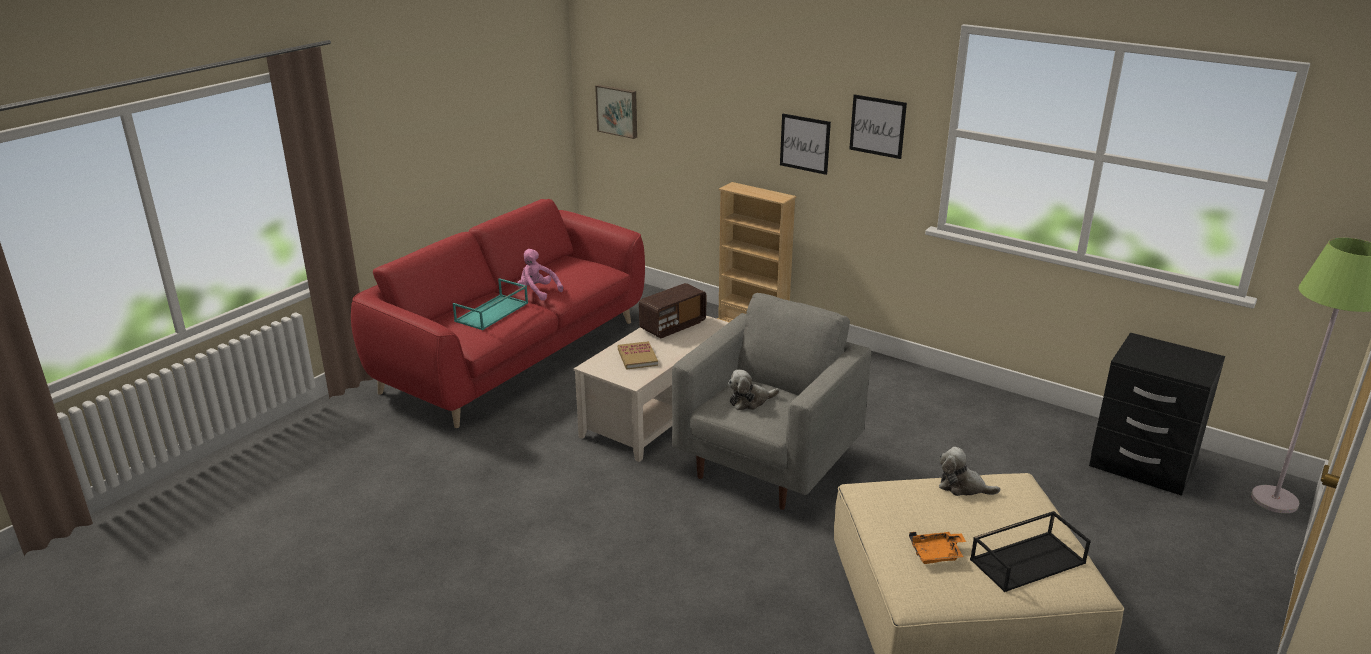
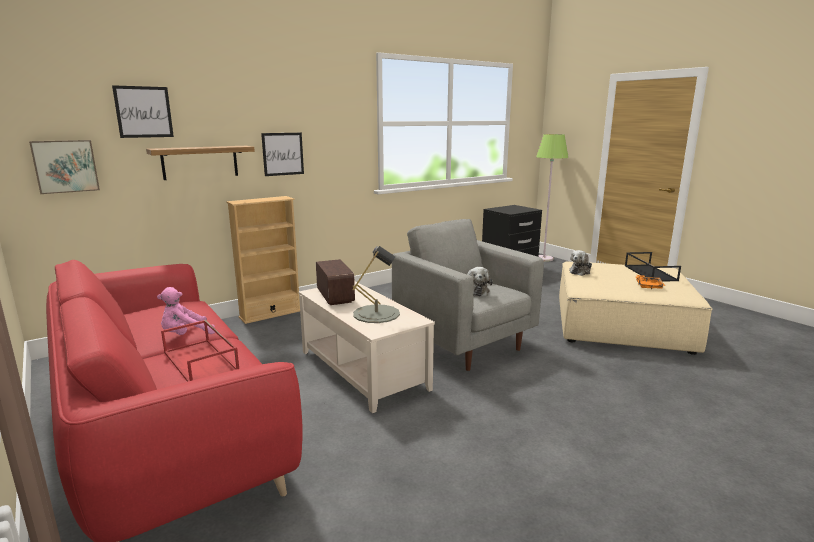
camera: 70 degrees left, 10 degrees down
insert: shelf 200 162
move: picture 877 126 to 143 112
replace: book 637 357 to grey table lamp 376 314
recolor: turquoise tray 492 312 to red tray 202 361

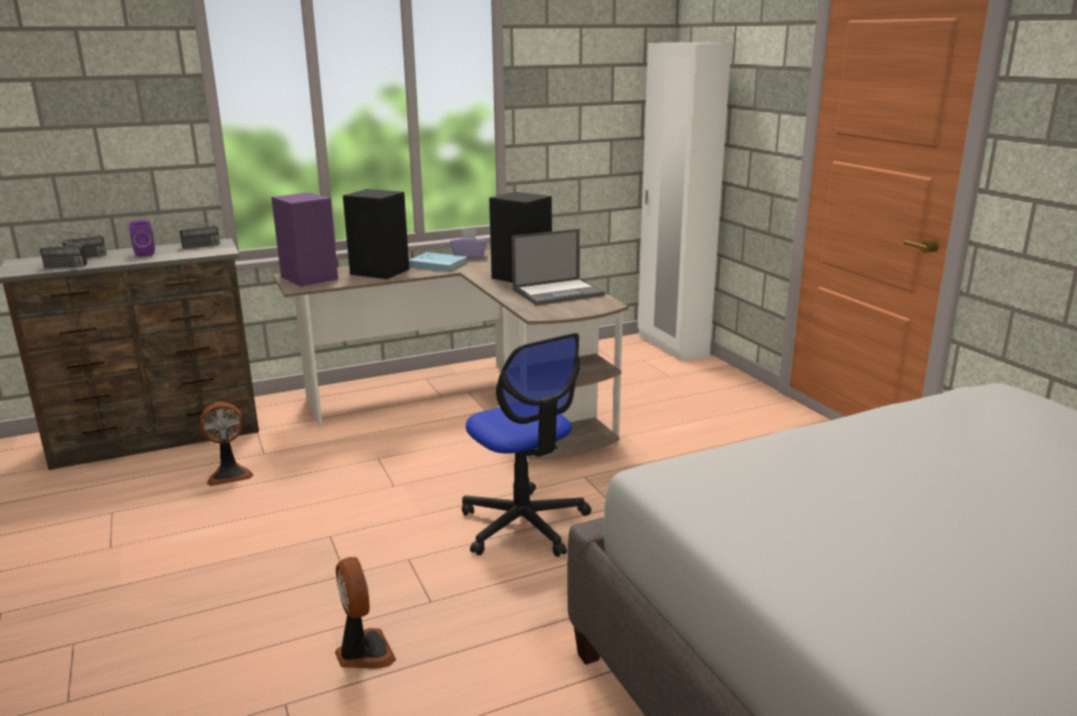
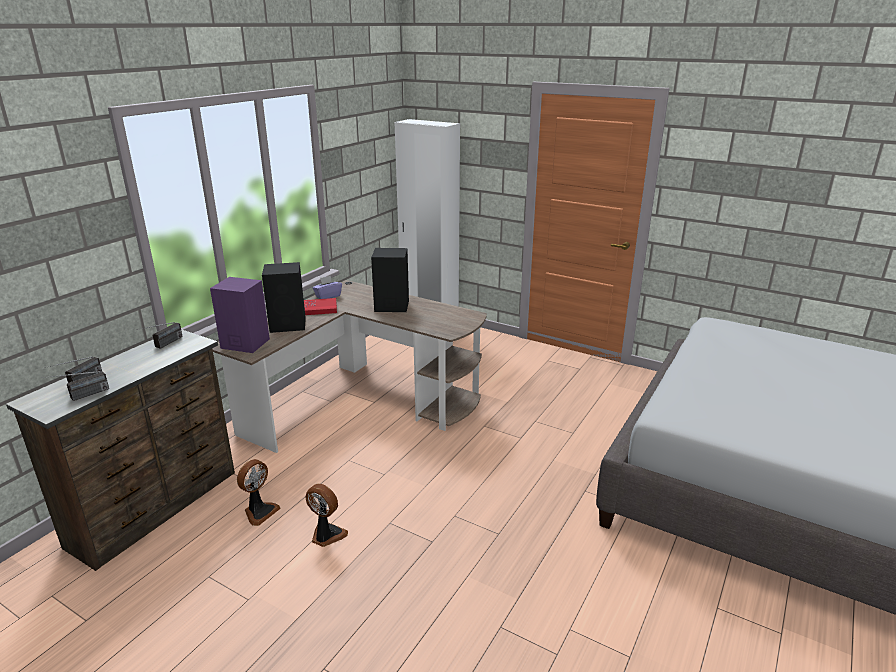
camera: 35 degrees left, 5 degrees up
delete: purple speaker 145 253; laptop 559 292; office chair 524 524
move: fan 363 652 to 326 535
recolor: blue book 438 265 to red book 318 308

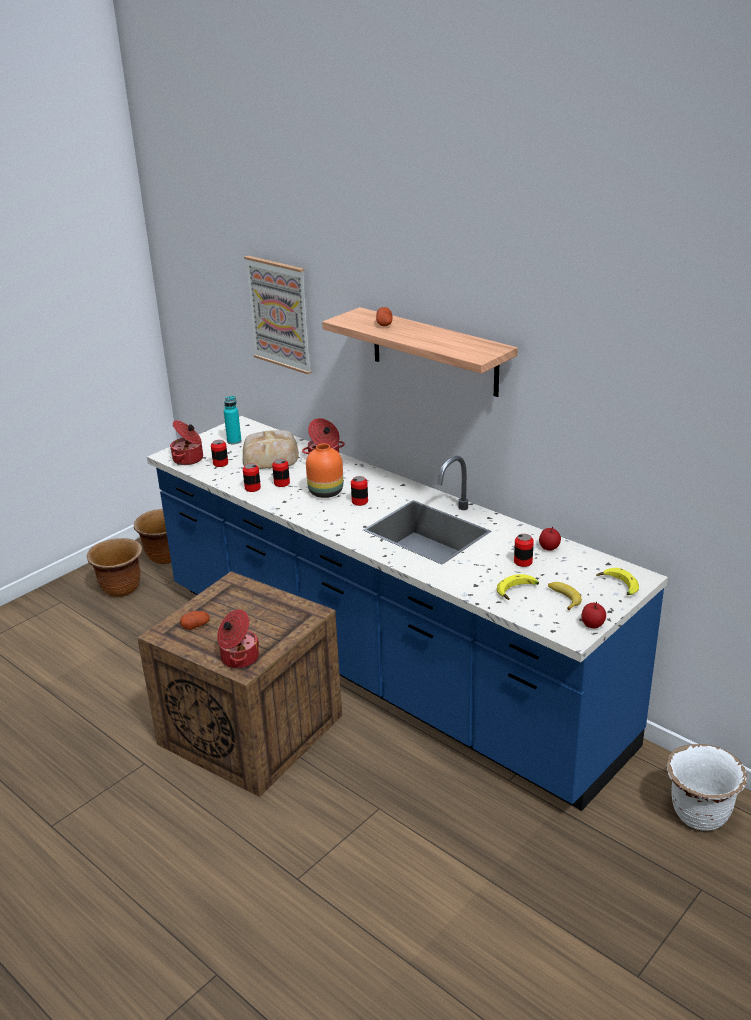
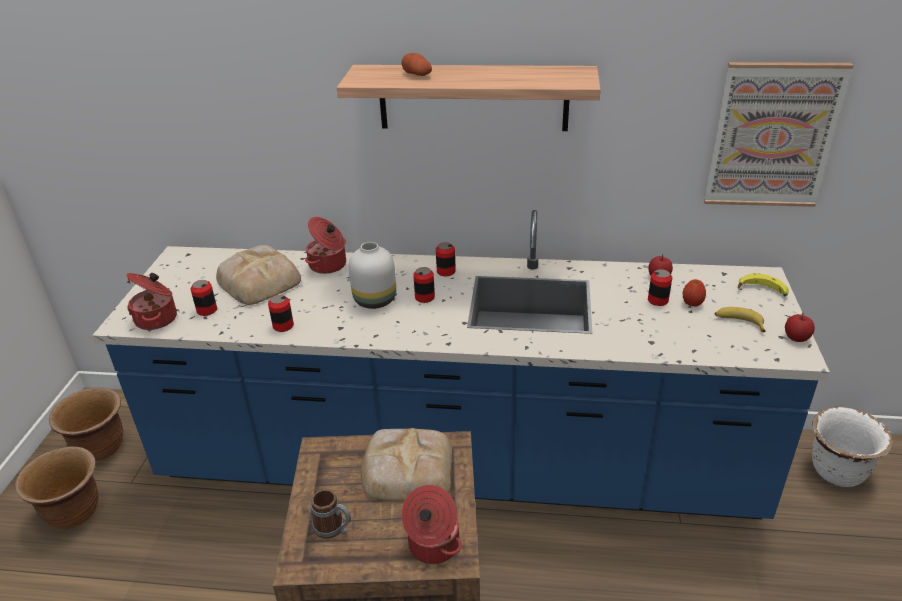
camera: 35 degrees left, 5 degrees up
delete: turquoise bottle 234 441; banana 518 592
insert: apple 692 304; bread 406 469
move: picture 279 314 to 772 136; can 282 483 to 446 271
replace: potato 196 625 to mug 334 529
recolor: orange vase 327 492 to white vase 376 299

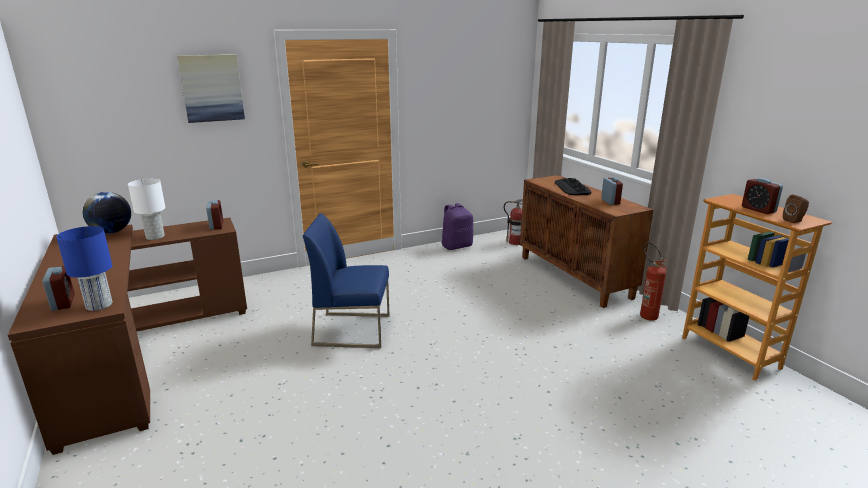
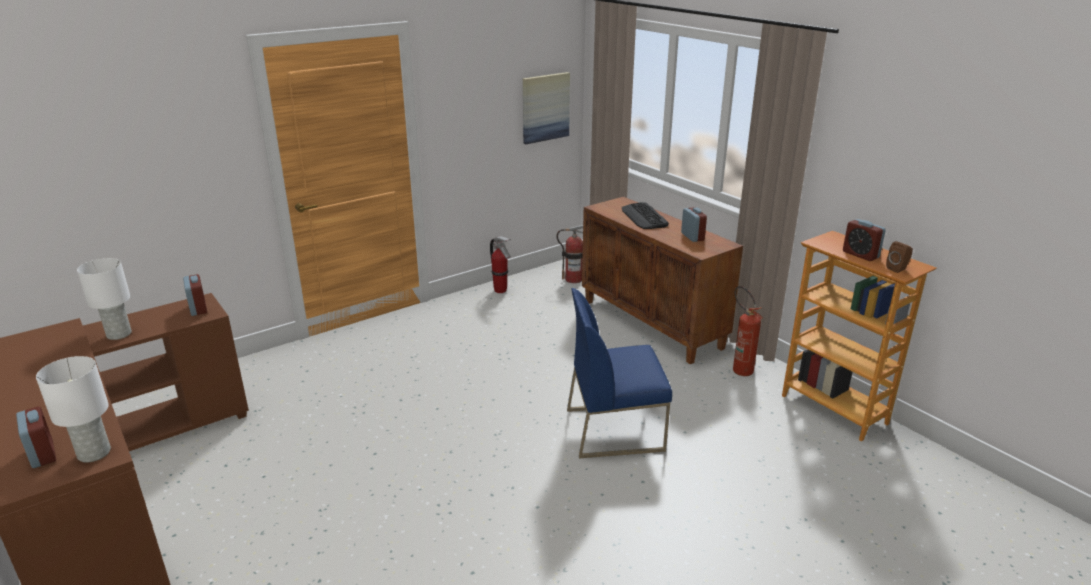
camera: 10 degrees left, 5 degrees up
delete: globe 112 232
move: picture 212 88 to 545 107; blue chair 353 329 to 615 429
replace: purple backpack 456 246 to fire extinguisher 500 290
recolor: blue table lamp 98 305 to white table lamp 93 453

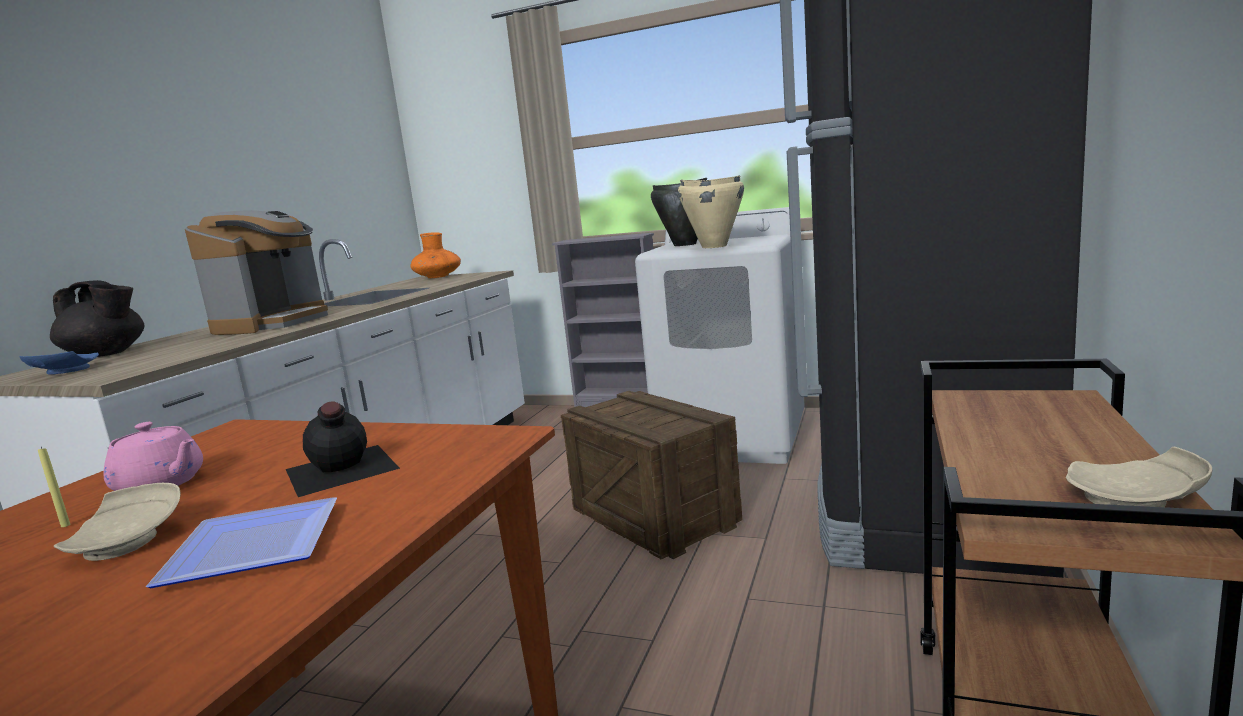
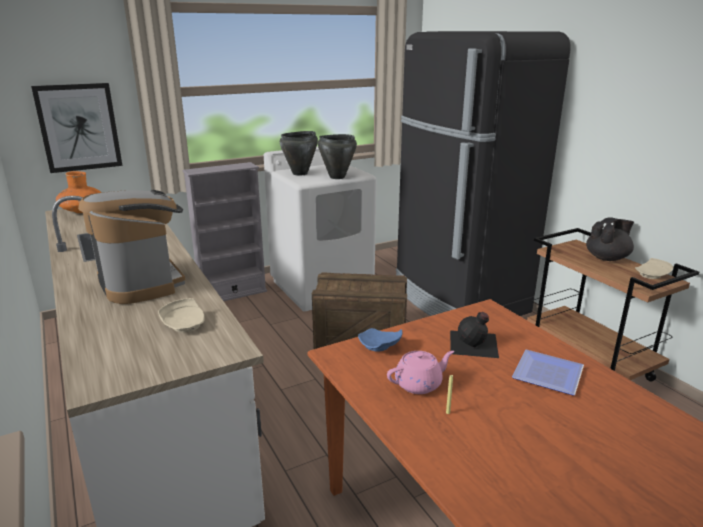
camera: 50 degrees left, 10 degrees up
insert: picture 79 127
move: black teapot 106 354 to 607 258; blue plate 65 372 to 379 346; beige plate 129 541 to 185 324
recolor: beige cooking pot 714 246 to black cooking pot 337 177

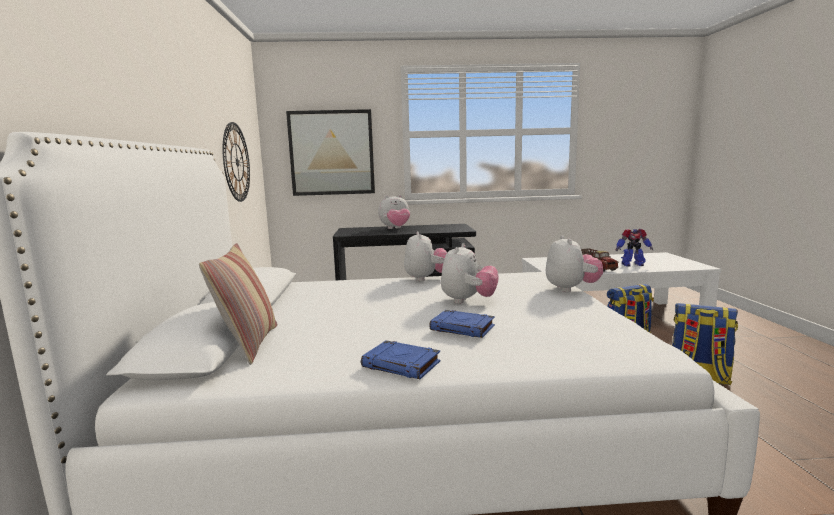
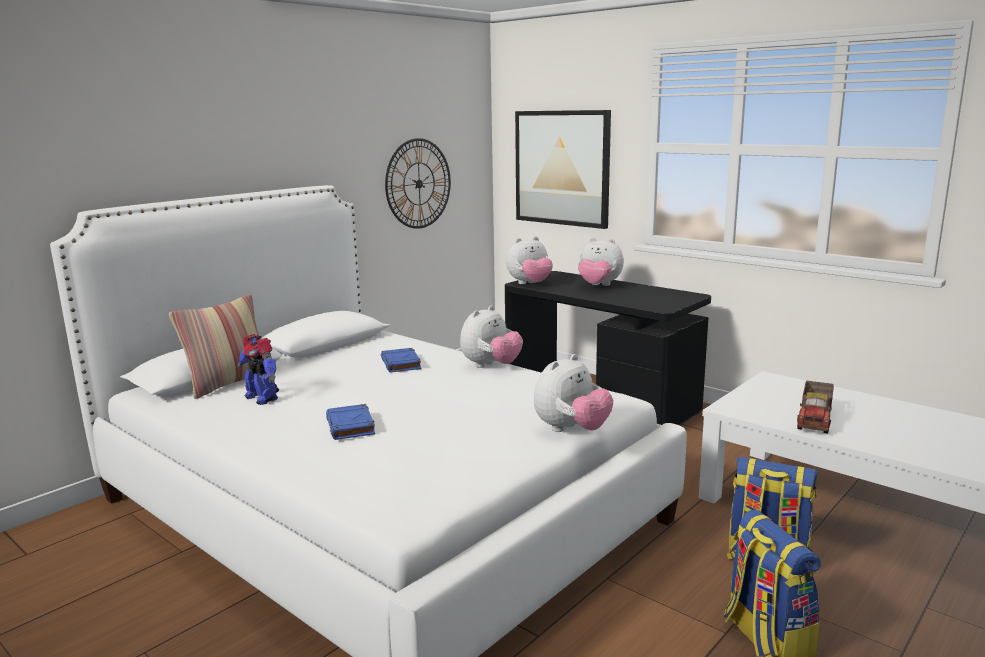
camera: 45 degrees right, 5 degrees up
move: toy robot 632 264 to 262 398; plush toy 468 301 to 530 284; blue book 402 364 to 401 364

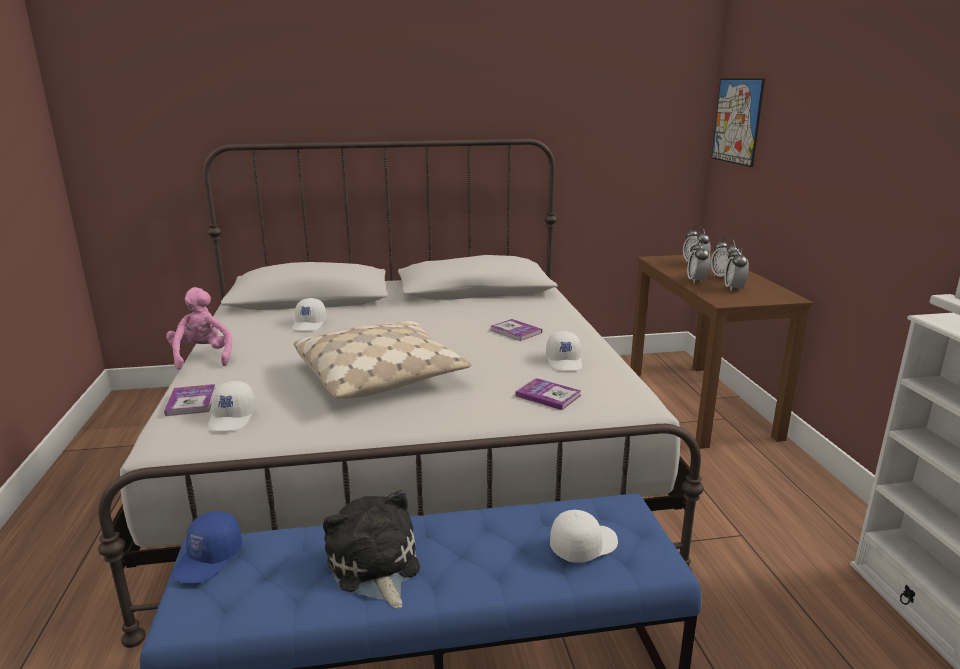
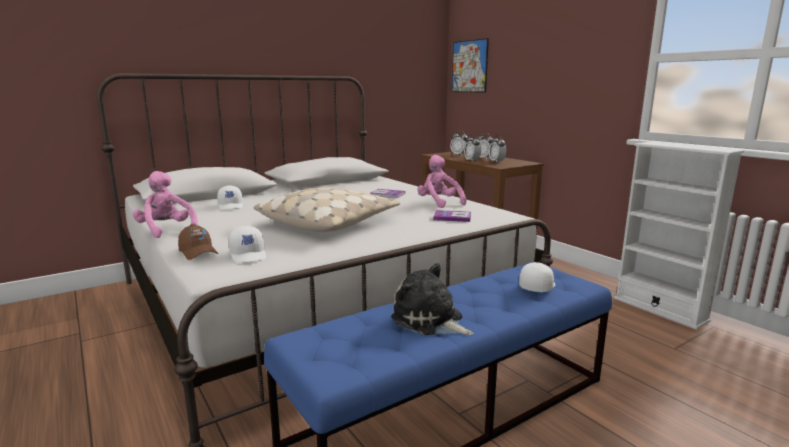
camera: 25 degrees left, 5 degrees down
delete: blue cap 209 559
replace: white cap 565 362 to pink plush toy 439 203; book 191 402 to brown cap 198 252

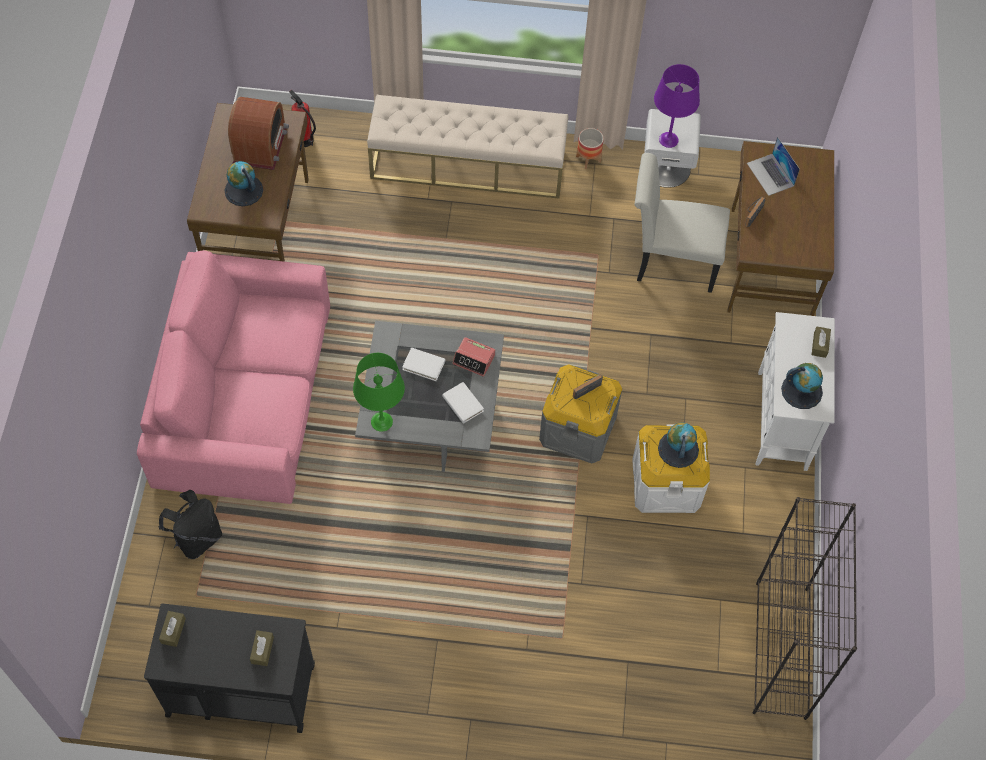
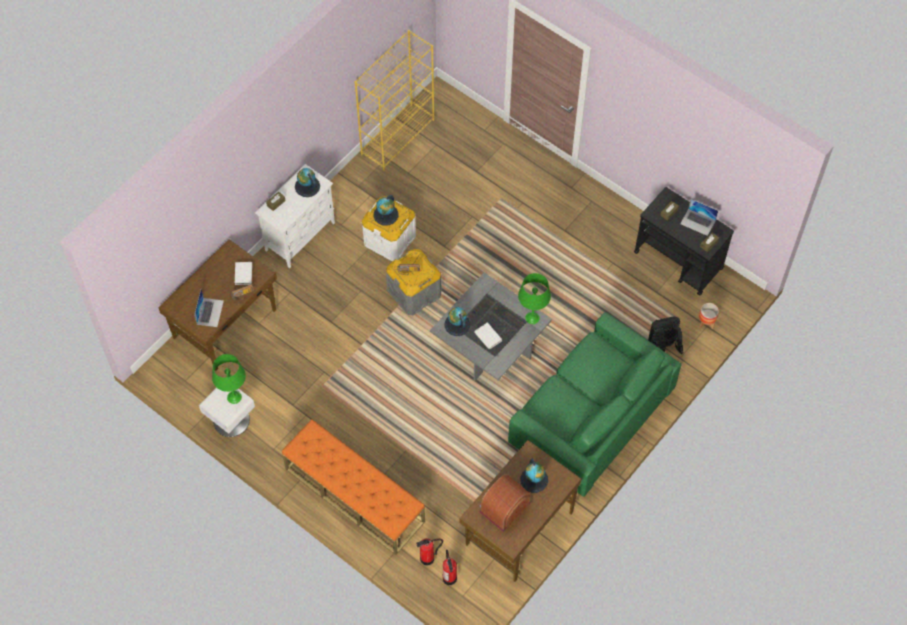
camera: 145 degrees left, 0 degrees up
delete: white chair 670 261
insert: laptop 698 222; fire extinguisher 427 558
move: planter 588 159 to 706 322; white book 462 404 to 243 274
replace: alarm clock 474 359 to globe 457 324
recolor: purple table lamp 668 139 to green table lamp 234 397; beige bench 468 164 to orange bench 354 495; pink sofa 246 396 to green sofa 591 415; black bookcase 781 650 to yellow bookcase 398 136

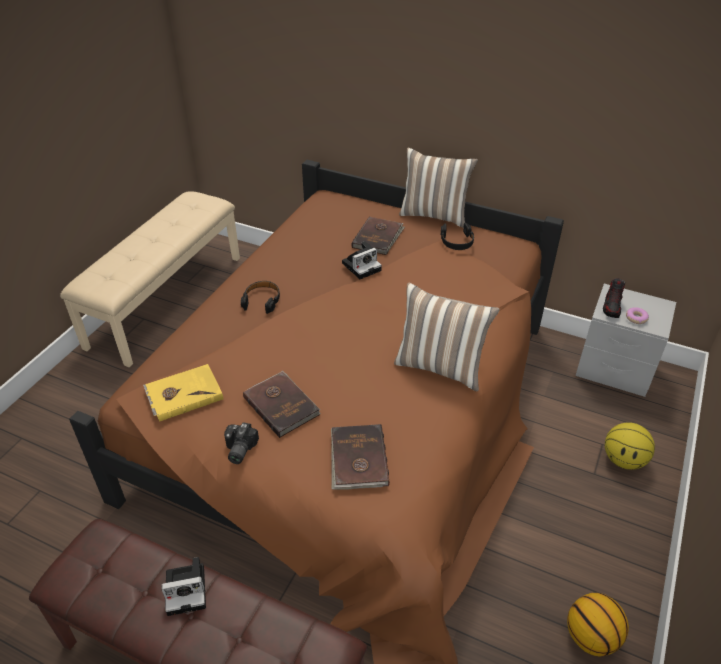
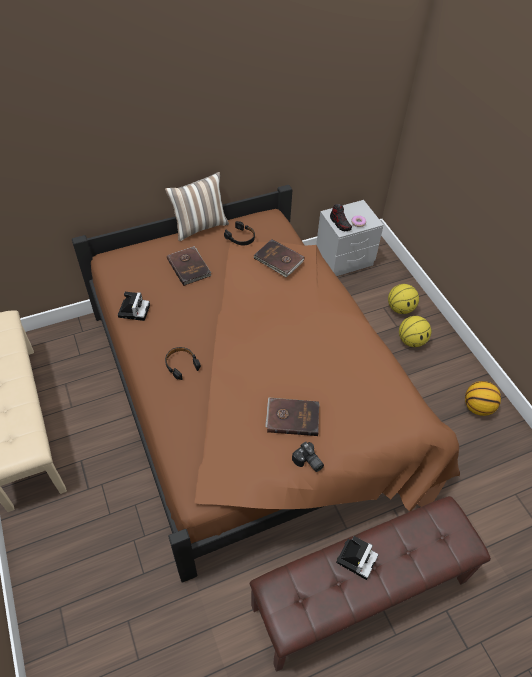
camera: 50 degrees left, 10 degrees up
delete: pillow 440 367; yellow book 183 394
insert: basketball 411 341
move: photo camera 362 266 to 134 310; brown book 358 459 to 278 260

